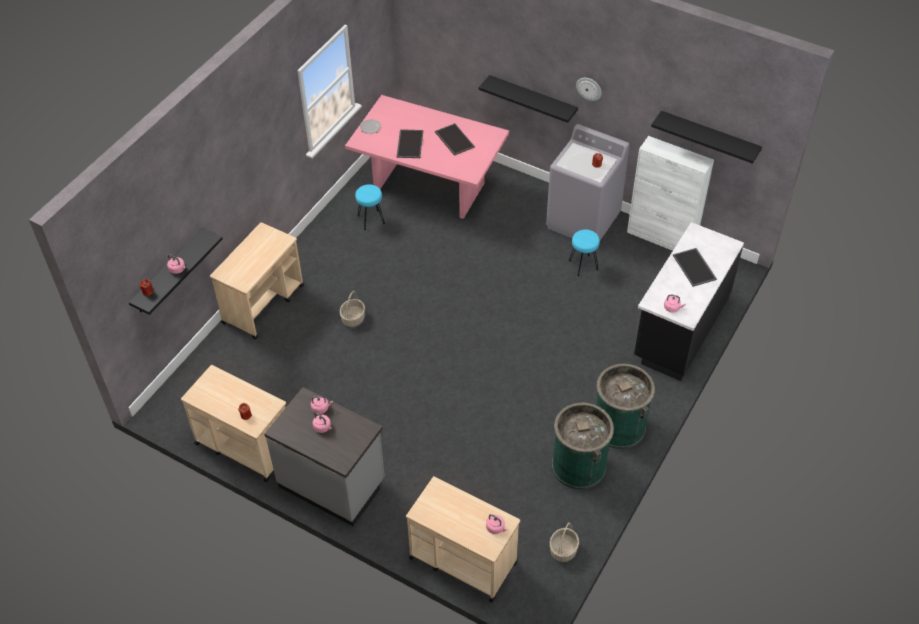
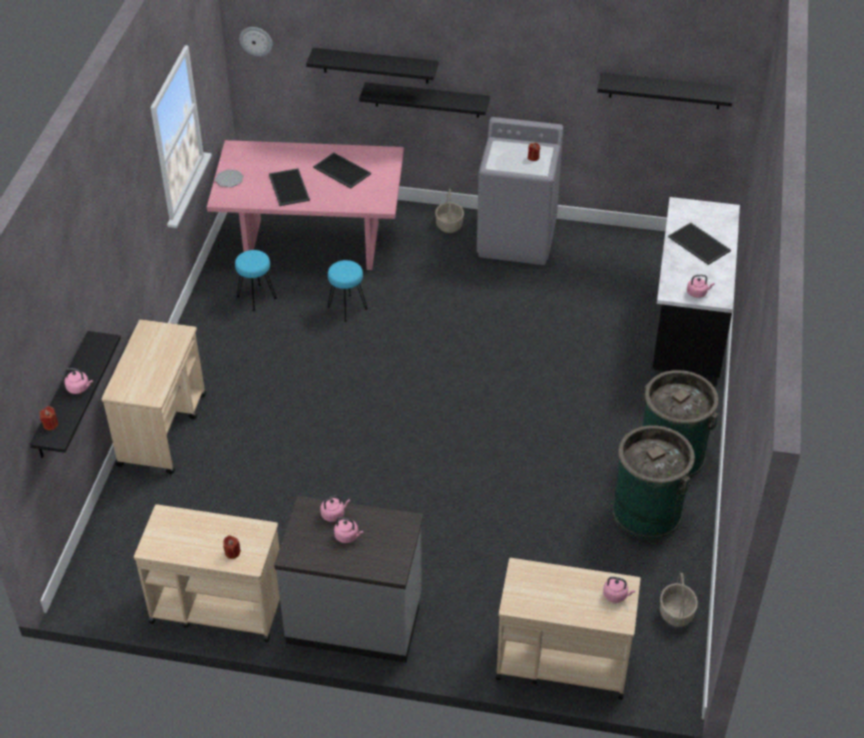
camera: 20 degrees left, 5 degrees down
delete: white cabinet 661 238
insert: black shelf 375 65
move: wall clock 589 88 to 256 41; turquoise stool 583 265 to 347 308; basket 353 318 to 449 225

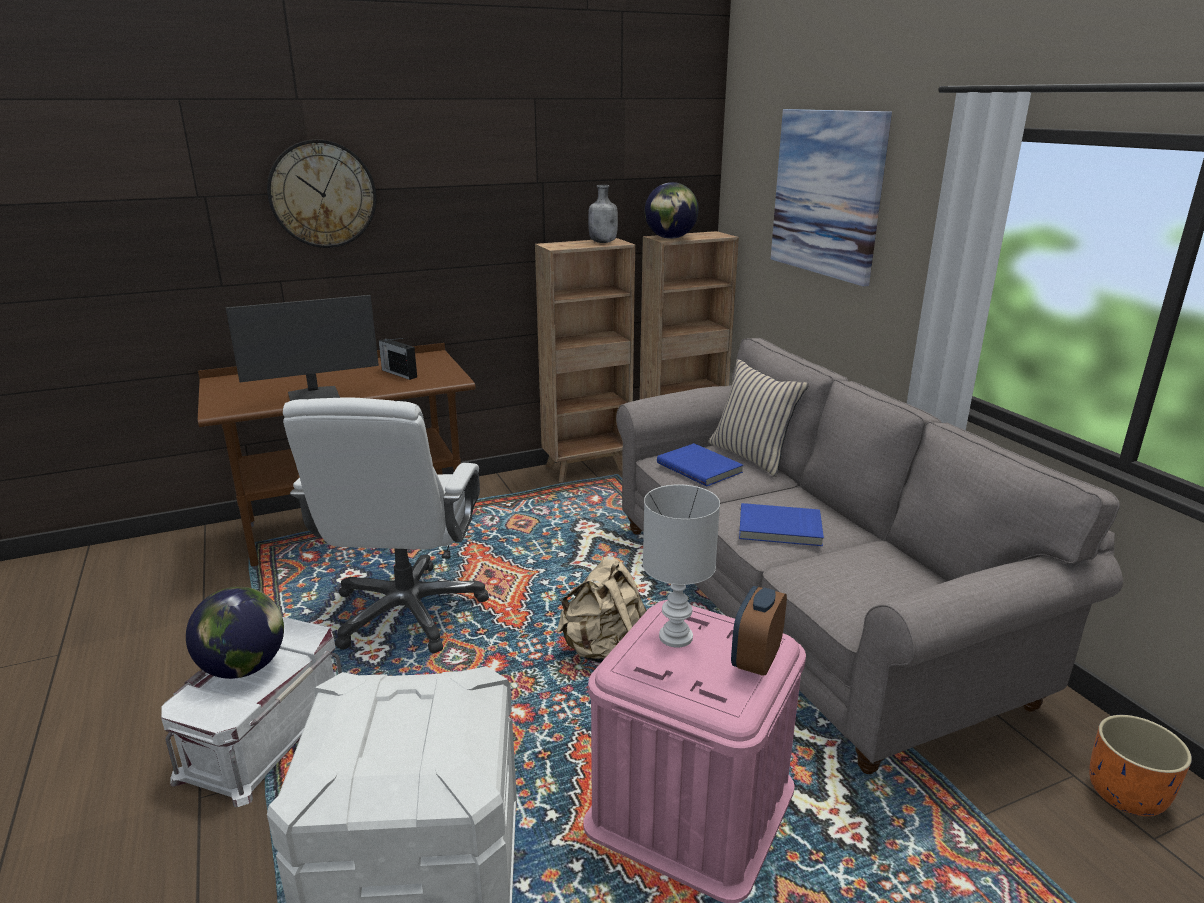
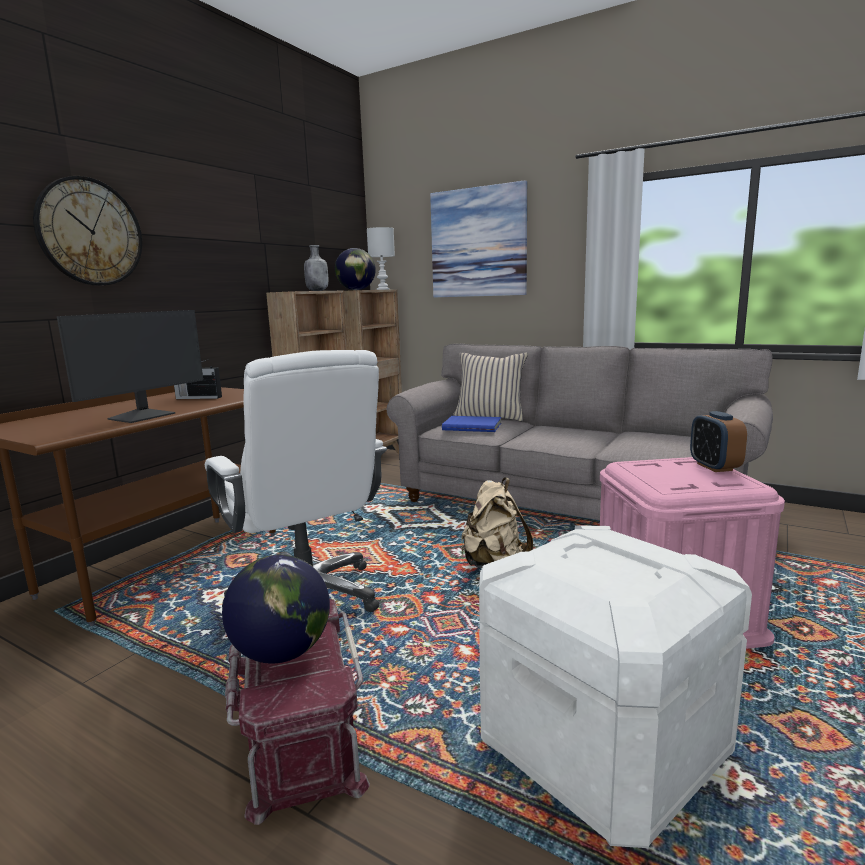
camera: 35 degrees left, 10 degrees down
delete: blue book 780 528; orange planter 1127 794
move: white table lamp 677 636 to 383 289
recolor: white storage box 264 733 to red storage box 299 730

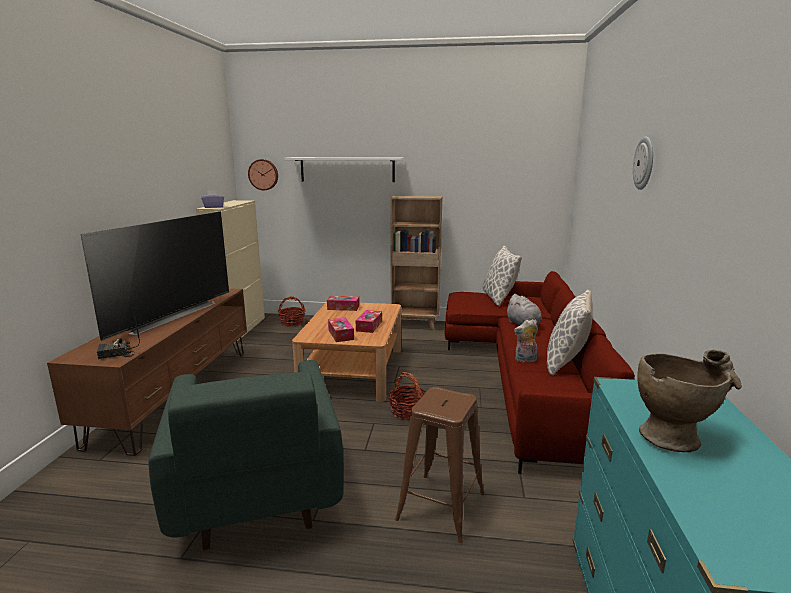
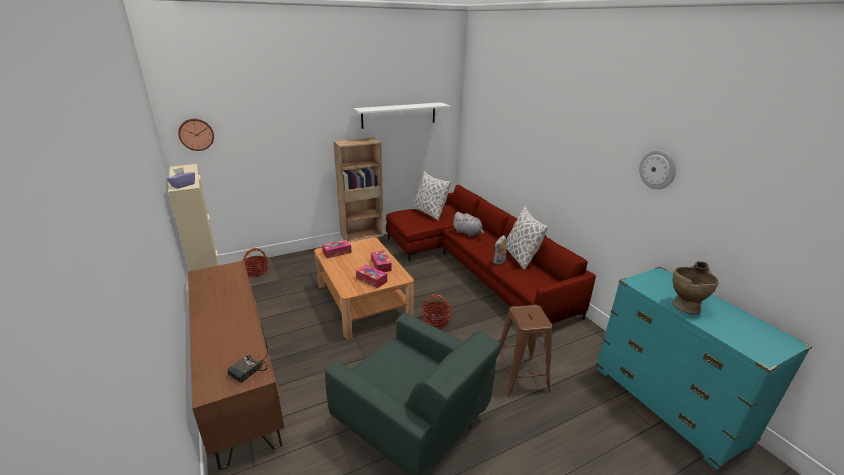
camera: 35 degrees left, 10 degrees up
delete: television 169 315
move: wall clock 644 163 to 657 169; white shelf 347 169 to 399 115

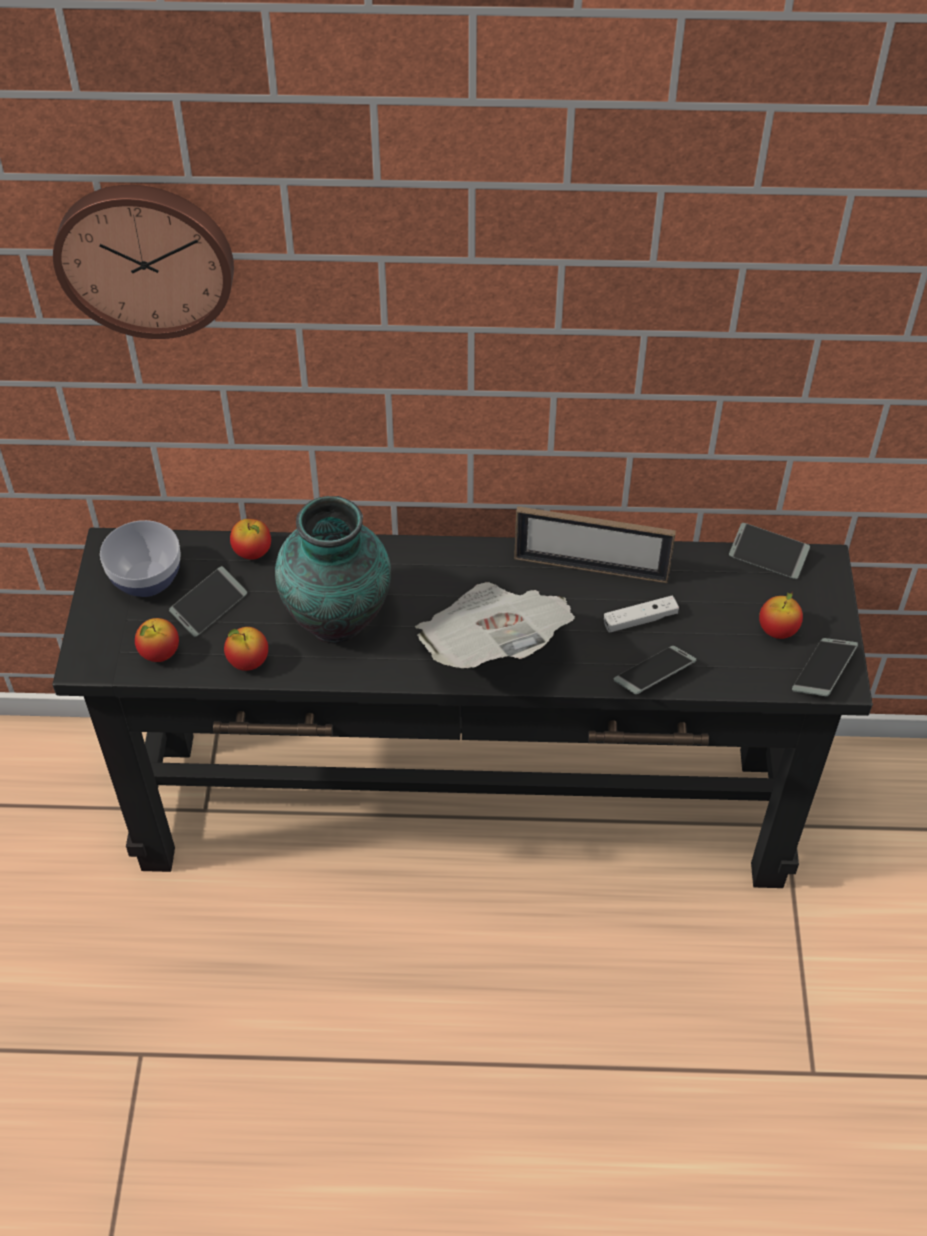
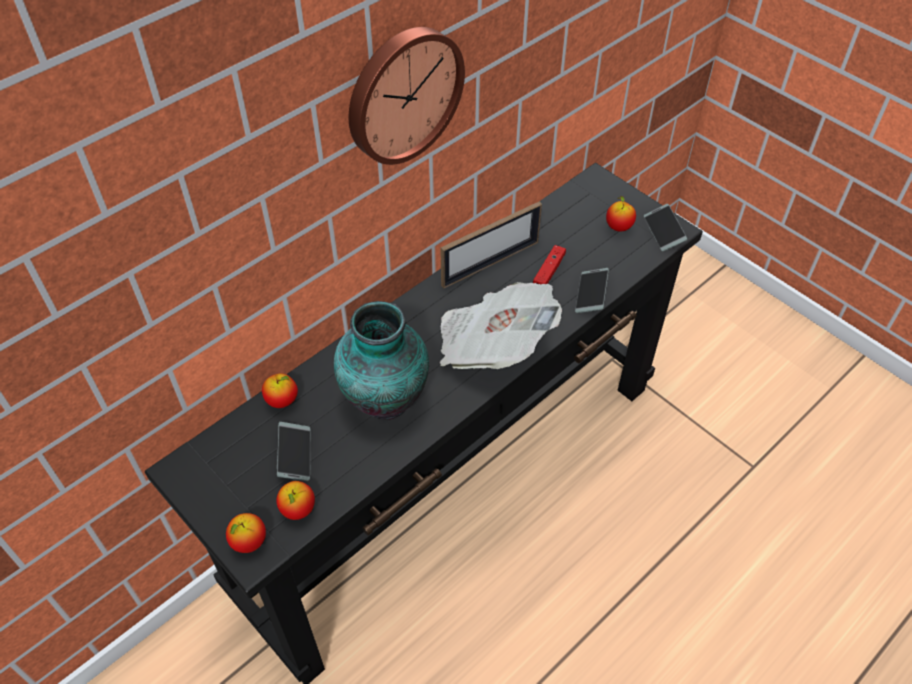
camera: 45 degrees left, 0 degrees up
delete: bowl 147 579; phone 767 556
move: wall clock 146 257 to 402 94; apple 248 662 to 249 542
recolor: white game controller 640 620 to red game controller 549 271

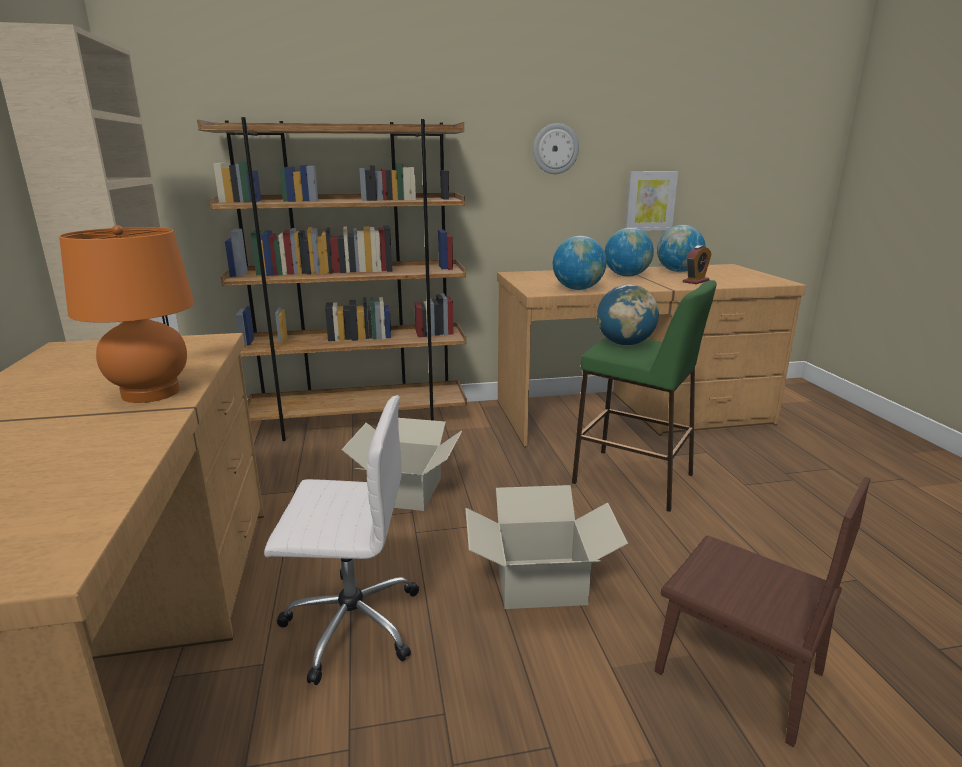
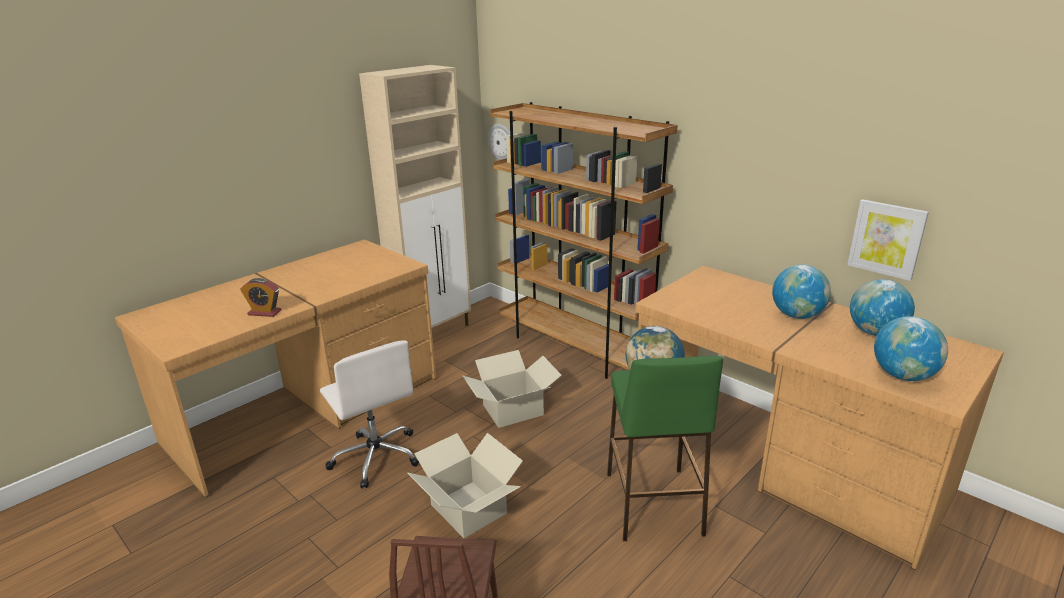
camera: 55 degrees right, 5 degrees up
delete: orange table lamp 151 393
move: wall clock 555 149 to 501 142; globe 577 289 to 903 376; alarm clock 696 281 to 264 312

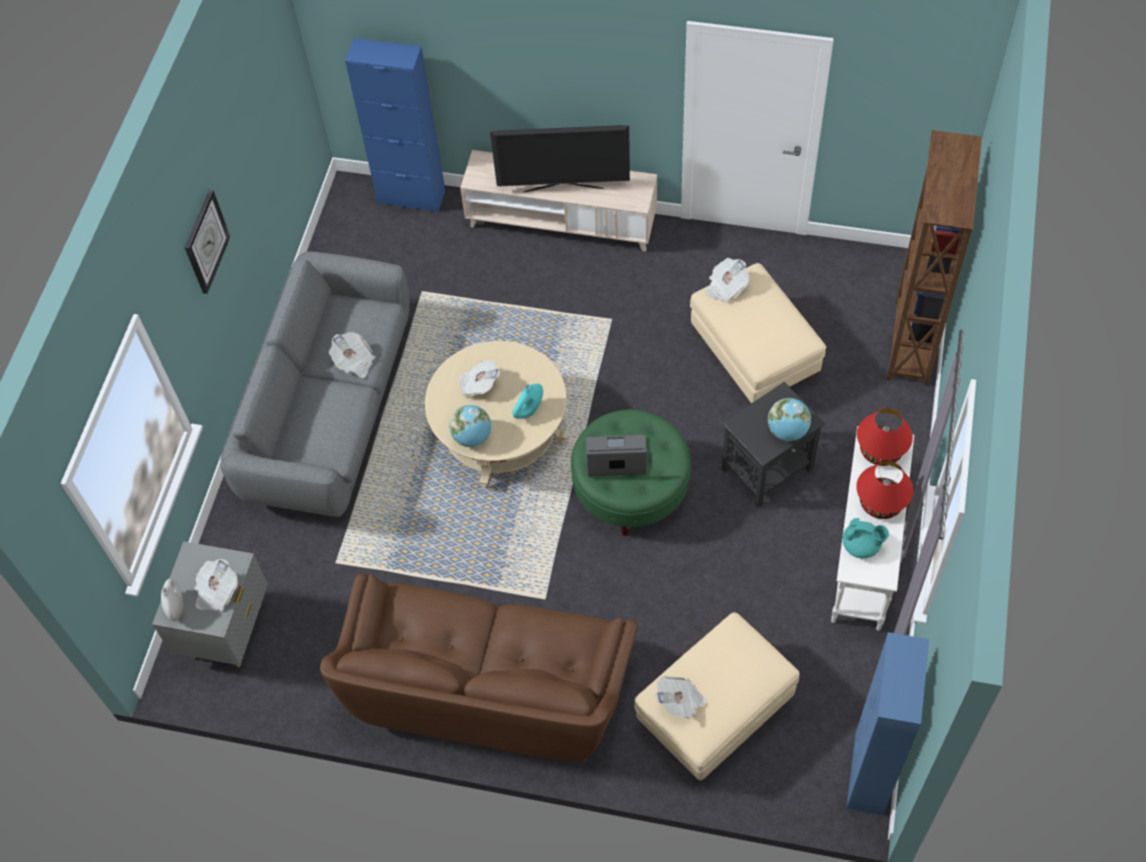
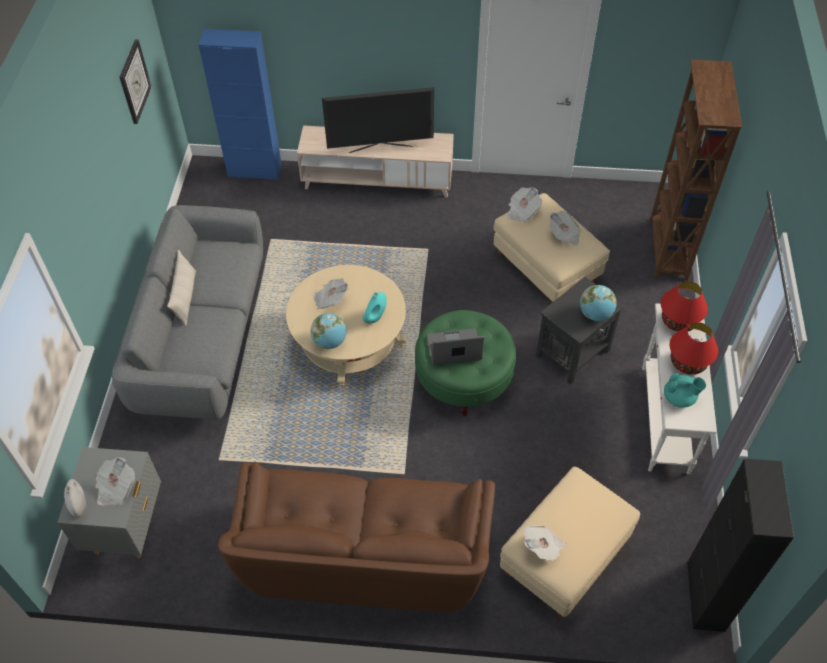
camera: 10 degrees left, 5 degrees down
insert: beige pillow 185 298
move: wall clock 206 241 to 134 81; newspaper 354 361 to 564 235
recolor: blue cabinet 868 773 to black cabinet 705 596

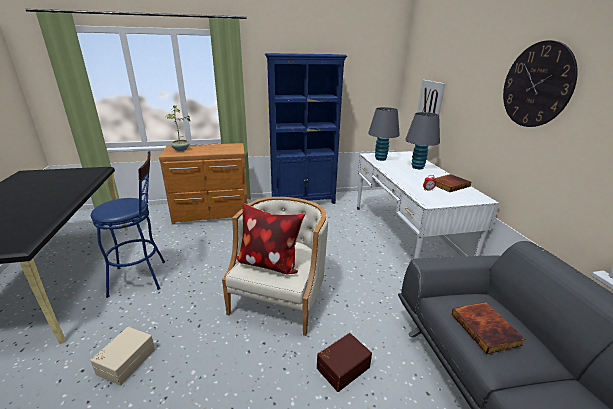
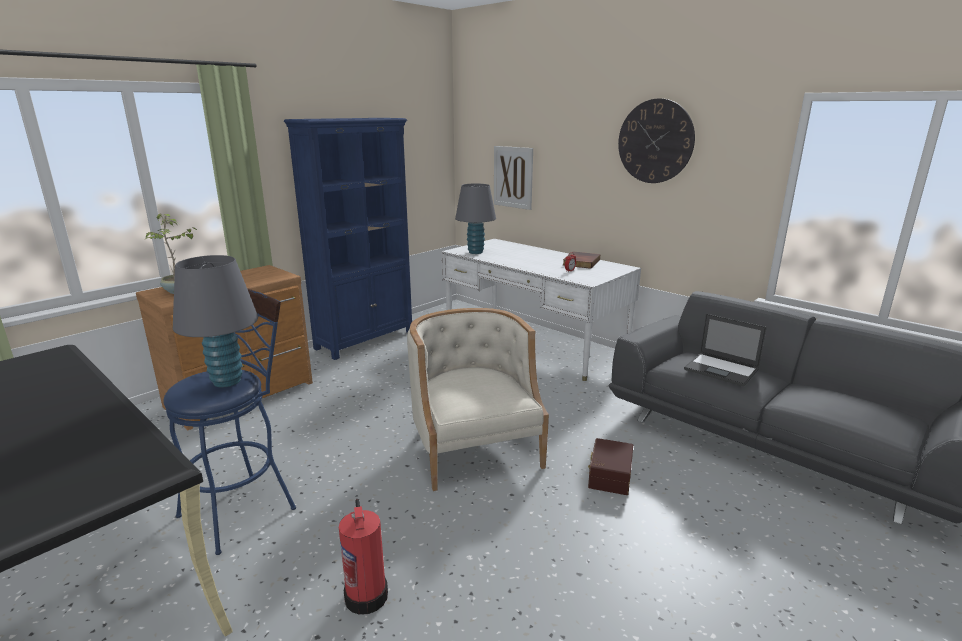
camera: 35 degrees left, 5 degrees down
delete: pillow 269 263
move: grey table lamp 417 167 to 227 381
replace: book 486 329 to laptop 722 370; beige storage box 125 361 to fire extinguisher 366 595

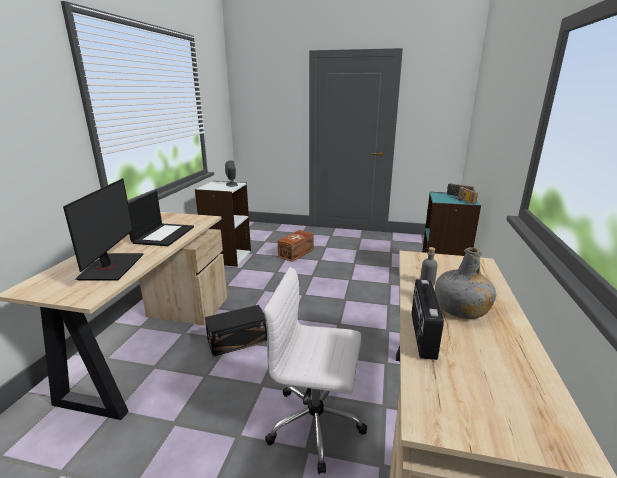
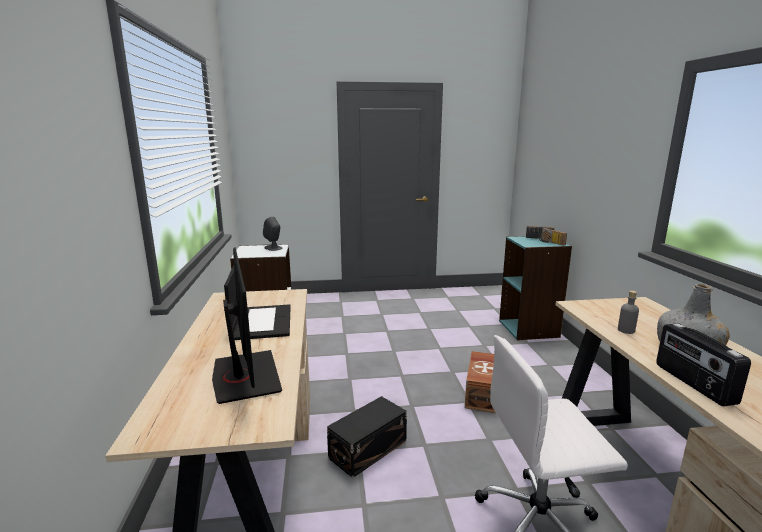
camera: 20 degrees left, 5 degrees down
move: brown storage box 297 253 to 483 393

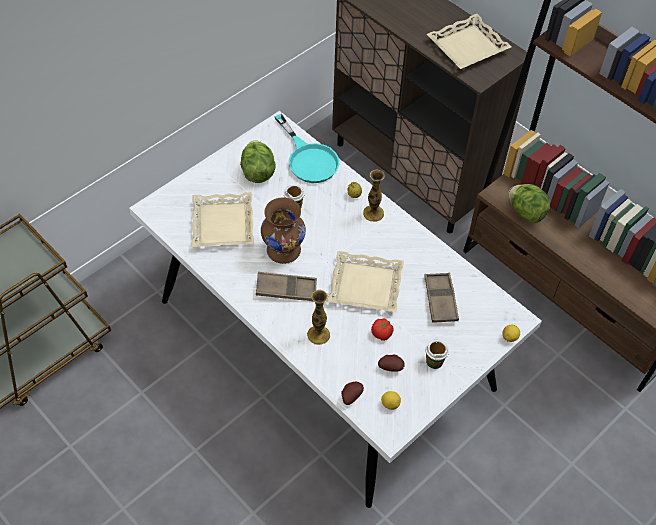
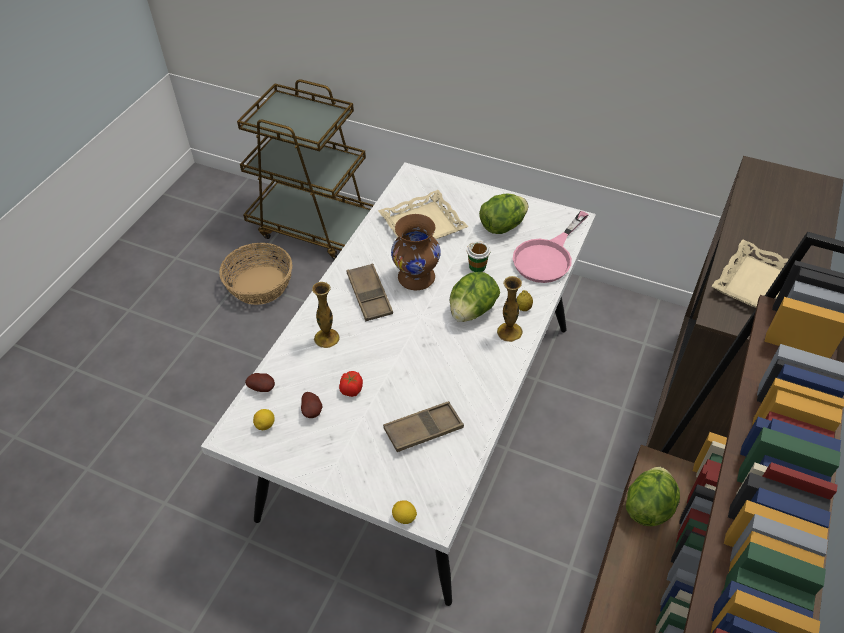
camera: 70 degrees right, 5 degrees down
delete: beige tray 366 285; cup 434 361
insert: basket 260 285; lettuce 472 311
recolor: turquoise frying pan 309 158 to pink frying pan 547 256

